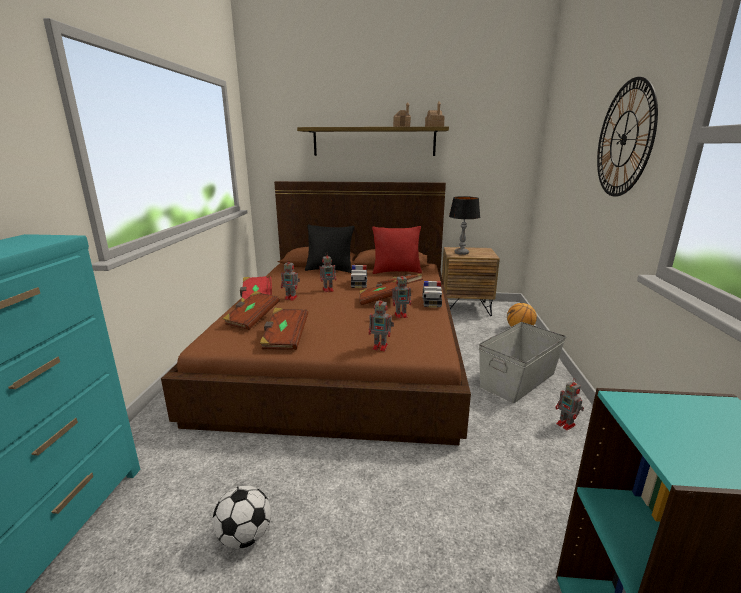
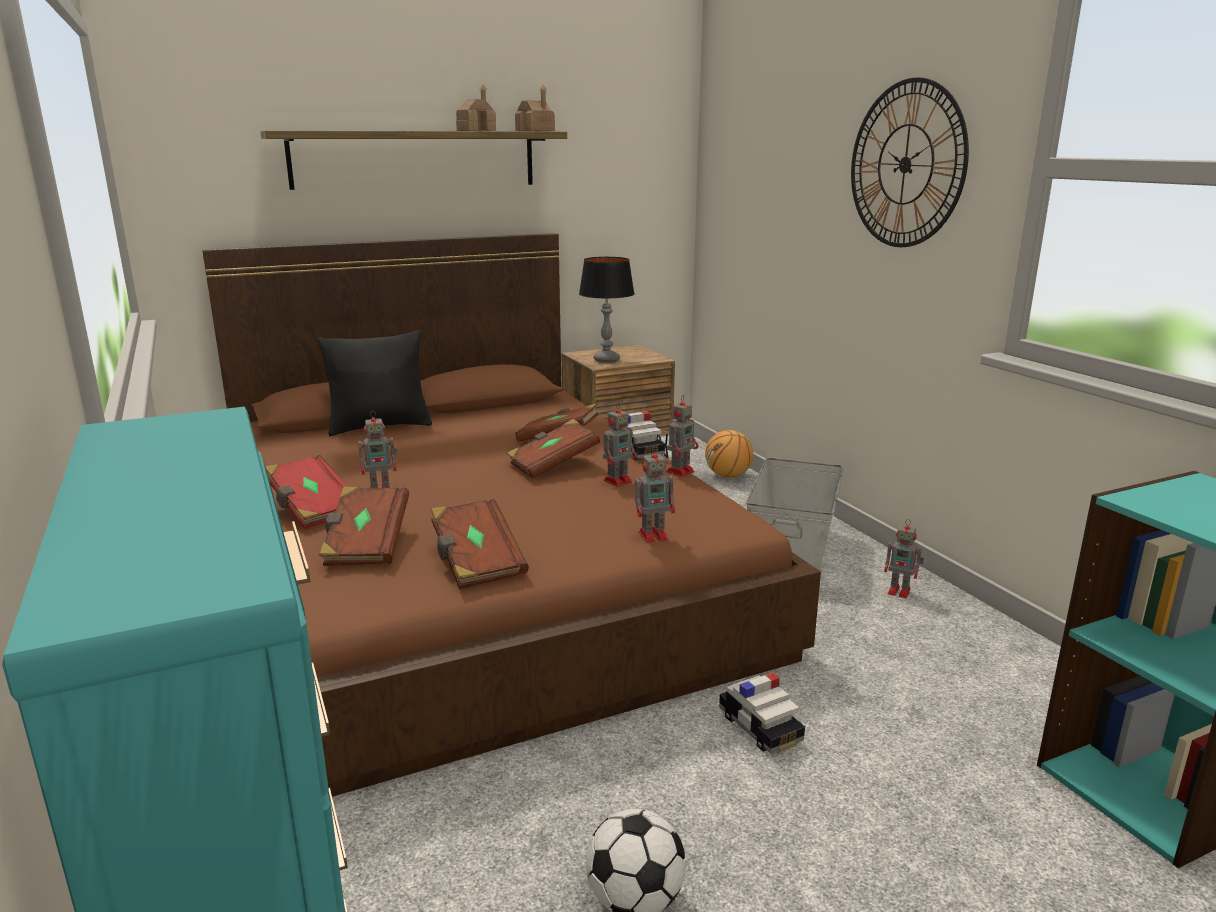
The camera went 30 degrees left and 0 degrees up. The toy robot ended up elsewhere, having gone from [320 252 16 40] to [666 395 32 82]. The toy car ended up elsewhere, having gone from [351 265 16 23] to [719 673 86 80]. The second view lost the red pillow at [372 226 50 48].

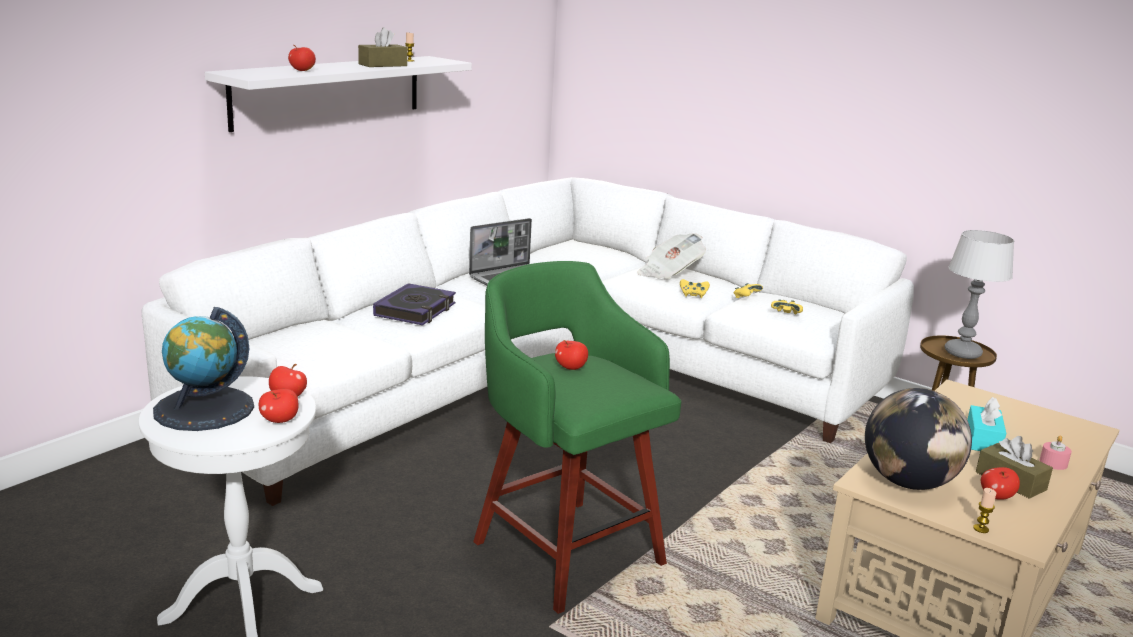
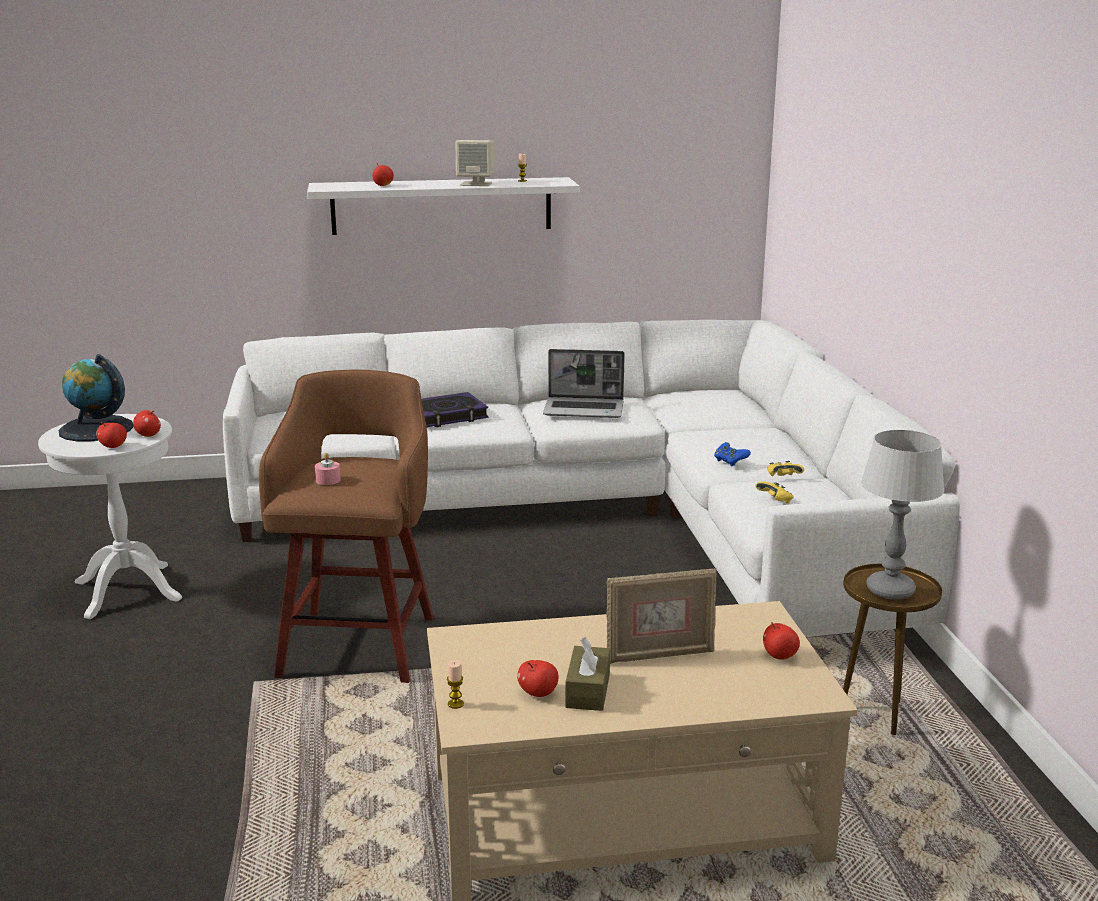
The camera went 45 degrees right and 0 degrees up. Where the brown tissue box stood at [358 27 49 40], the beige speaker came to stand at [456 140 39 46]. What was the green stool at [473 261 208 353] turned into the brown stool at [259 369 174 314]. The apple ended up elsewhere, having gone from [555 340 33 30] to [763 622 37 38]. The second view lost the newspaper at [637 233 69 46]. What was the yellow game controller at [680 279 30 19] turned into the blue game controller at [714 442 37 25]. The second view lost the globe at [865 388 107 102]. Where the turquoise tissue box stood at [967 397 39 54], the picture frame came to stand at [606 568 111 96]. The pink candle ended up elsewhere, having gone from [1039 435 33 35] to [315 453 26 32].

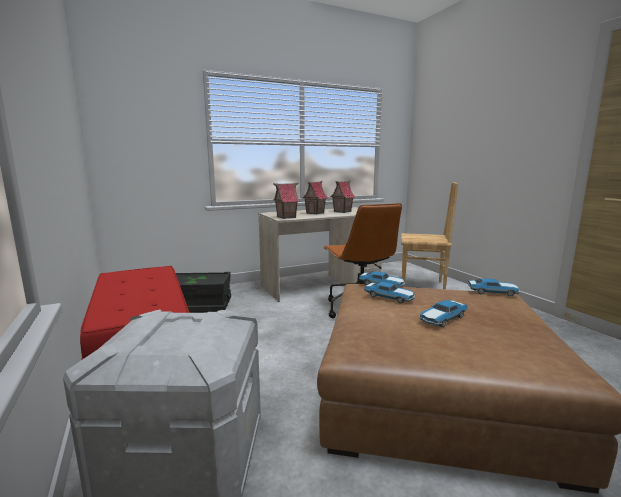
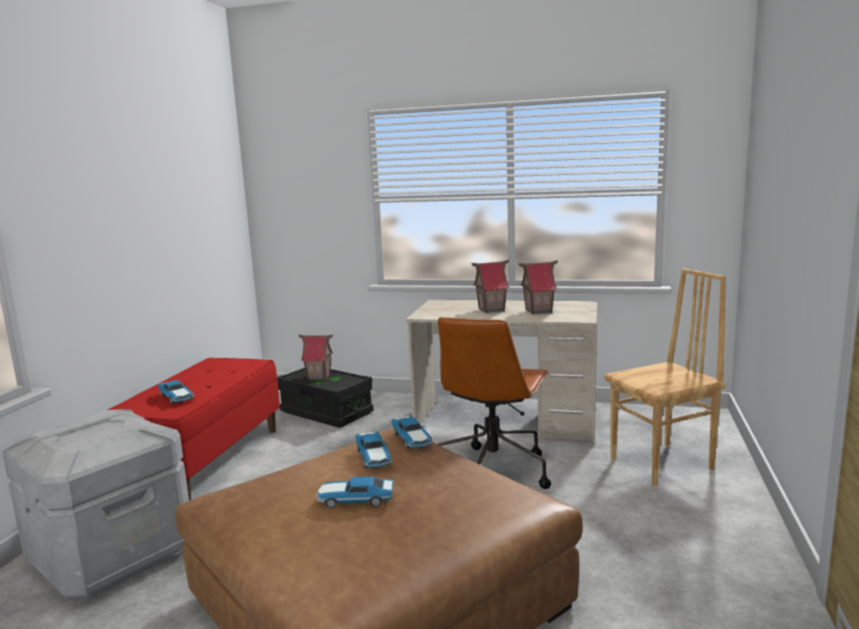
The camera went 40 degrees right and 0 degrees up. The toy house ended up elsewhere, having gone from [273 182 26 37] to [298 335 35 45]. The brown chair at [401 182 57 107] ended up facing another way, 75 degrees counterclockwise from before. The toy car ended up elsewhere, having gone from [467 278 53 18] to [158 380 36 24].

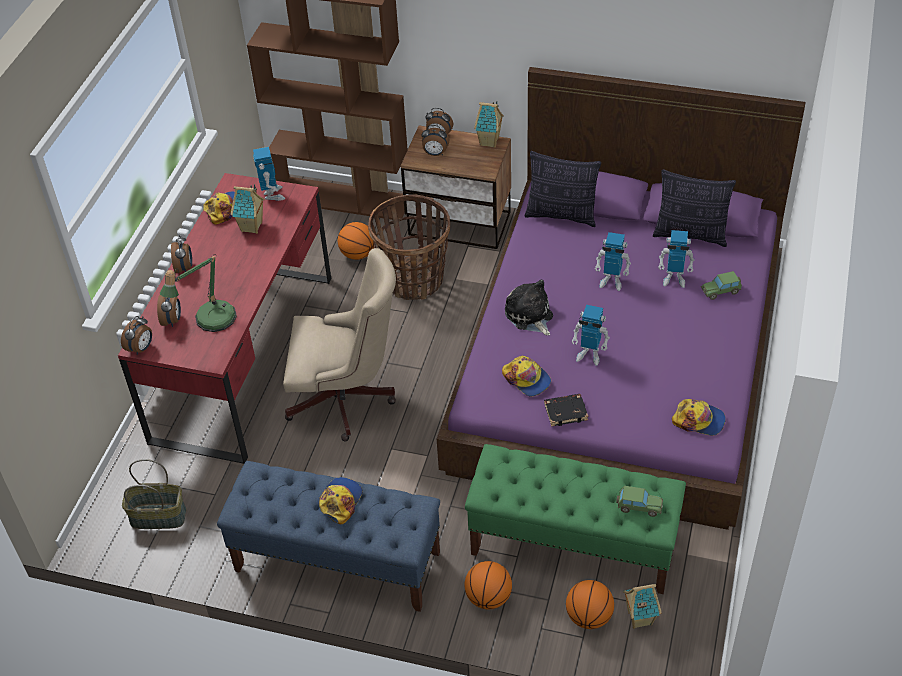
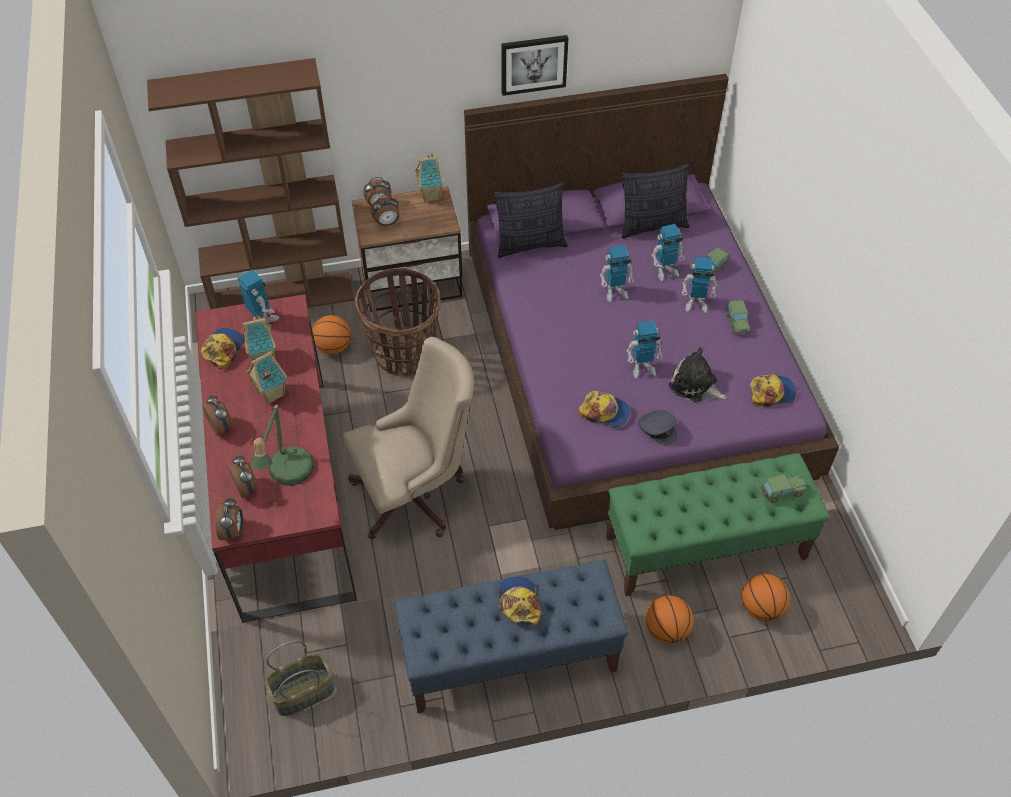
The camera went 30 degrees left and 5 degrees up. The plush toy ended up elsewhere, having gone from [505 280 48 55] to [669 347 58 56]. Where the black book stood at [544 394 44 33], the grey cap came to stand at [638 410 39 35]. The toy house ended up elsewhere, having gone from [623 584 39 45] to [245 351 43 53]. The second view gained the picture at [501 35 67 61]. The second view gained the toy robot at [682 257 35 56]. The second view gained the toy car at [726 300 24 34].

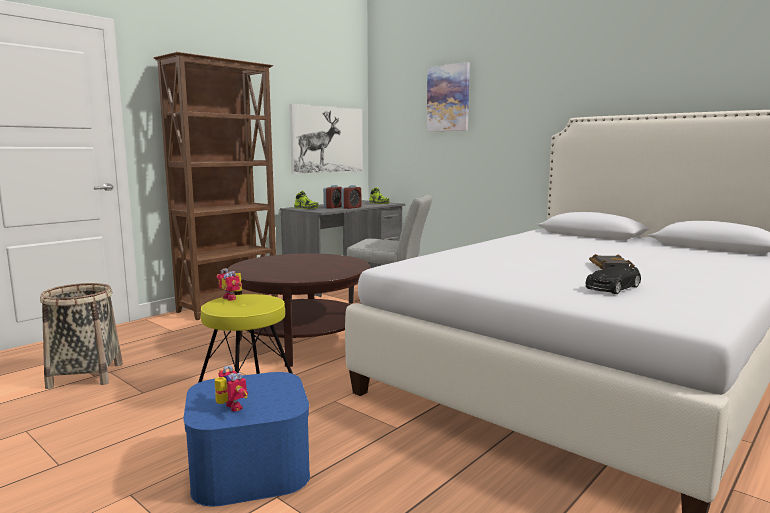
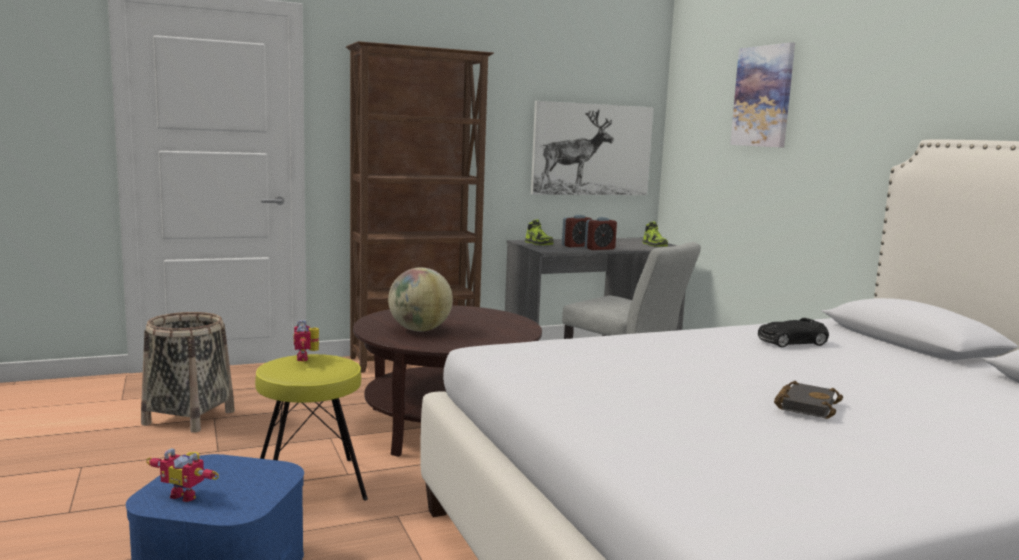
The camera went 25 degrees right and 0 degrees up. The toy robot at [215 365 33 47] ended up facing another way, 120 degrees clockwise from before. The black toy car ended up elsewhere, having gone from [586 264 55 30] to [758 318 71 29]. The second view gained the globe at [388 267 65 65].

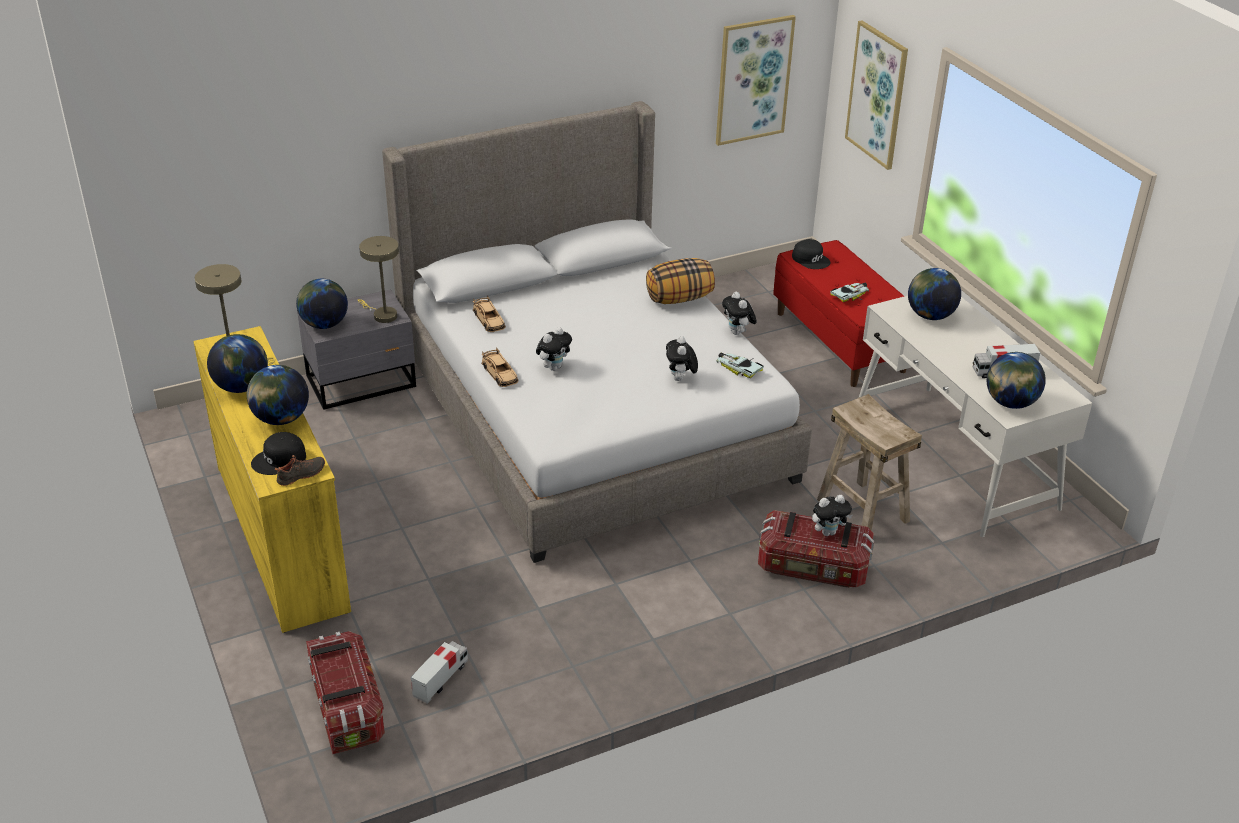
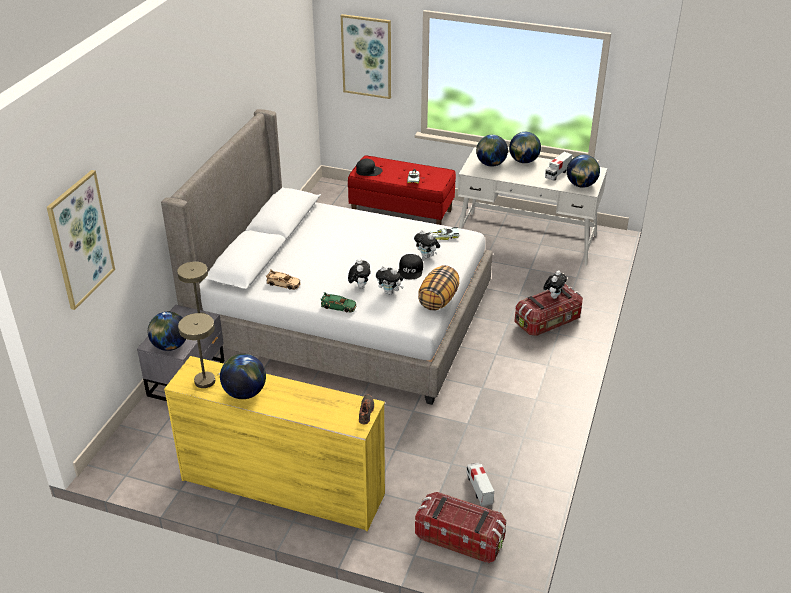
The camera went 45 degrees left and 0 degrees up. The globe ended up elsewhere, having gone from [247 365 62 60] to [509 132 32 31]. The black cap ended up elsewhere, having gone from [251 432 55 43] to [398 254 25 26]. What was the beige toy car at [481 347 38 40] turned into the green toy car at [320 292 36 21]. The pillow ended up elsewhere, having gone from [646 258 69 46] to [418 265 41 46]. The picture ended up elsewhere, having gone from [716 15 80 131] to [47 170 68 140]. The plush toy ended up elsewhere, having gone from [722 292 35 43] to [376 266 27 29]. The second view lost the beige stool at [817 394 105 137].

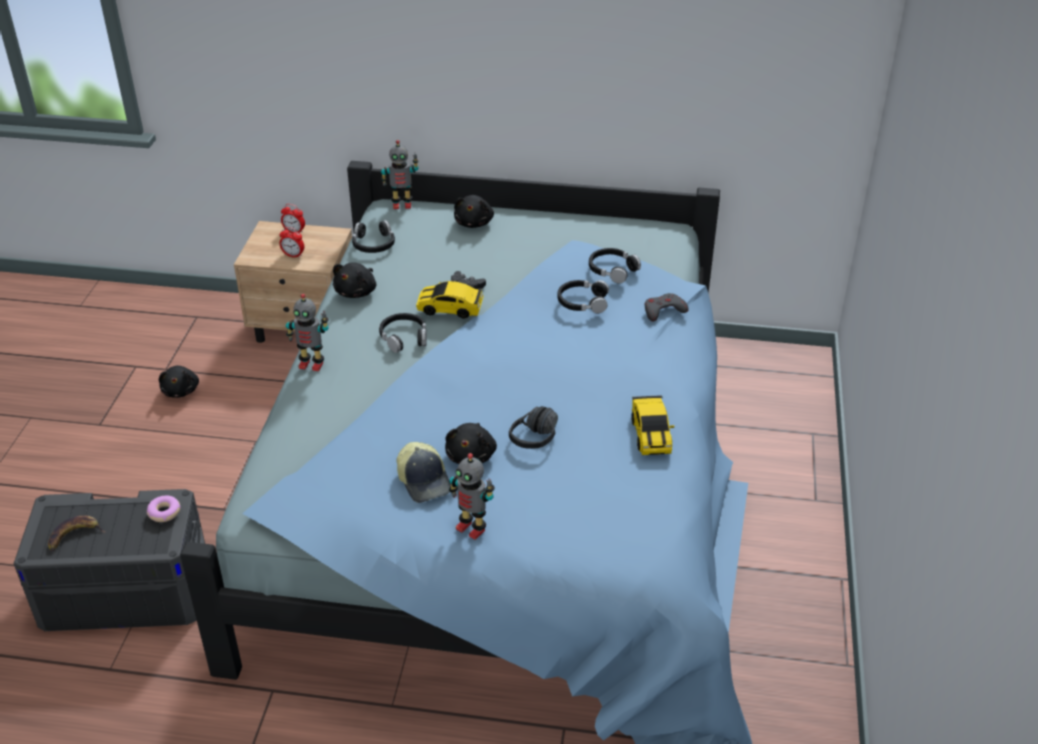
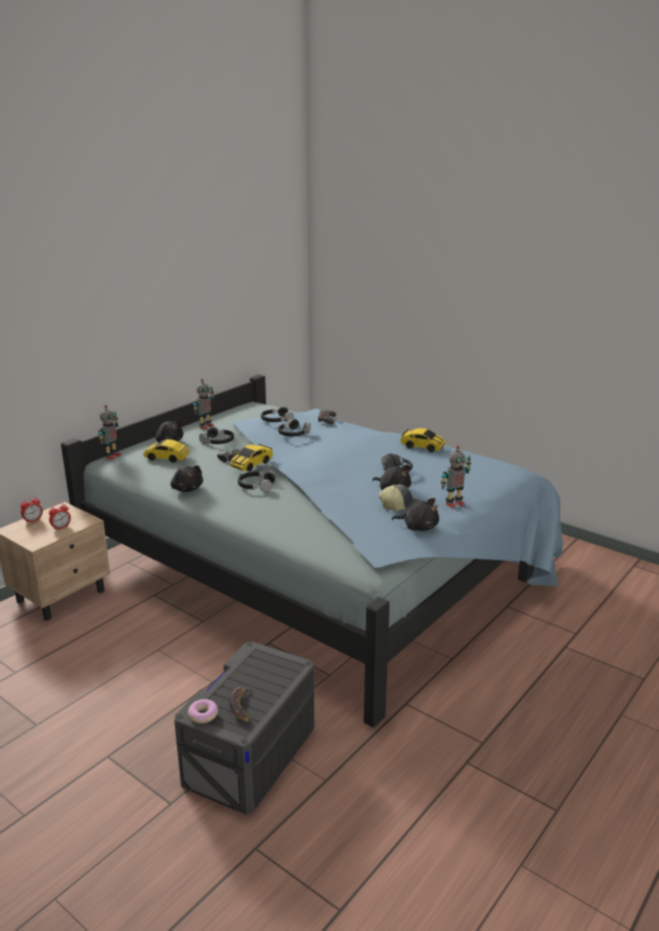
The camera went 60 degrees left and 15 degrees down. The donut ended up elsewhere, having gone from [147 496 34 26] to [188 699 30 25]. The black plush toy ended up elsewhere, having gone from [159 366 40 32] to [392 498 47 33]. The toy robot ended up elsewhere, having gone from [286 294 43 77] to [193 379 21 51]. The black headphones ended up elsewhere, having gone from [352 220 43 33] to [199 426 35 18]. The second view gained the toy car at [143 439 47 24].

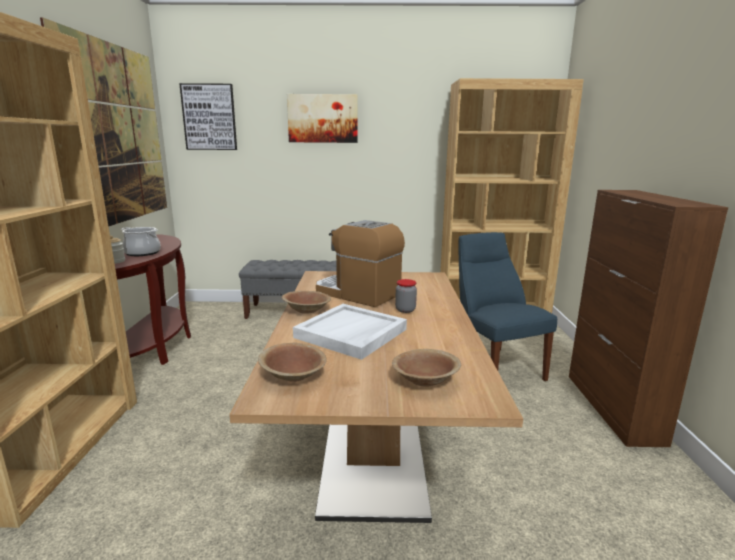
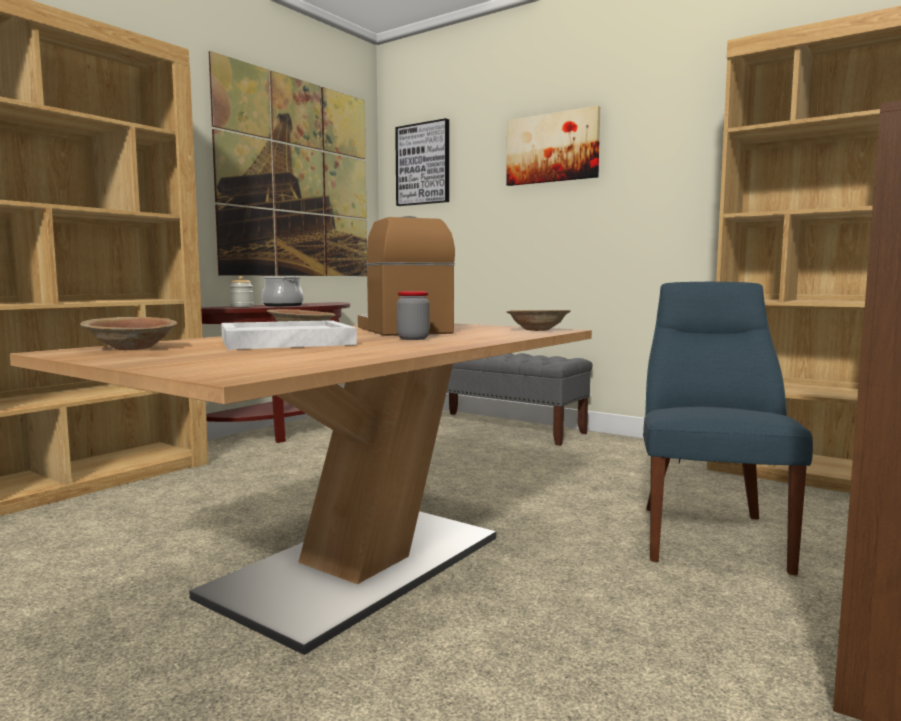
The camera went 35 degrees right and 10 degrees down. The brown bowl ended up elsewhere, having gone from [392 349 69 38] to [507 310 64 21].

